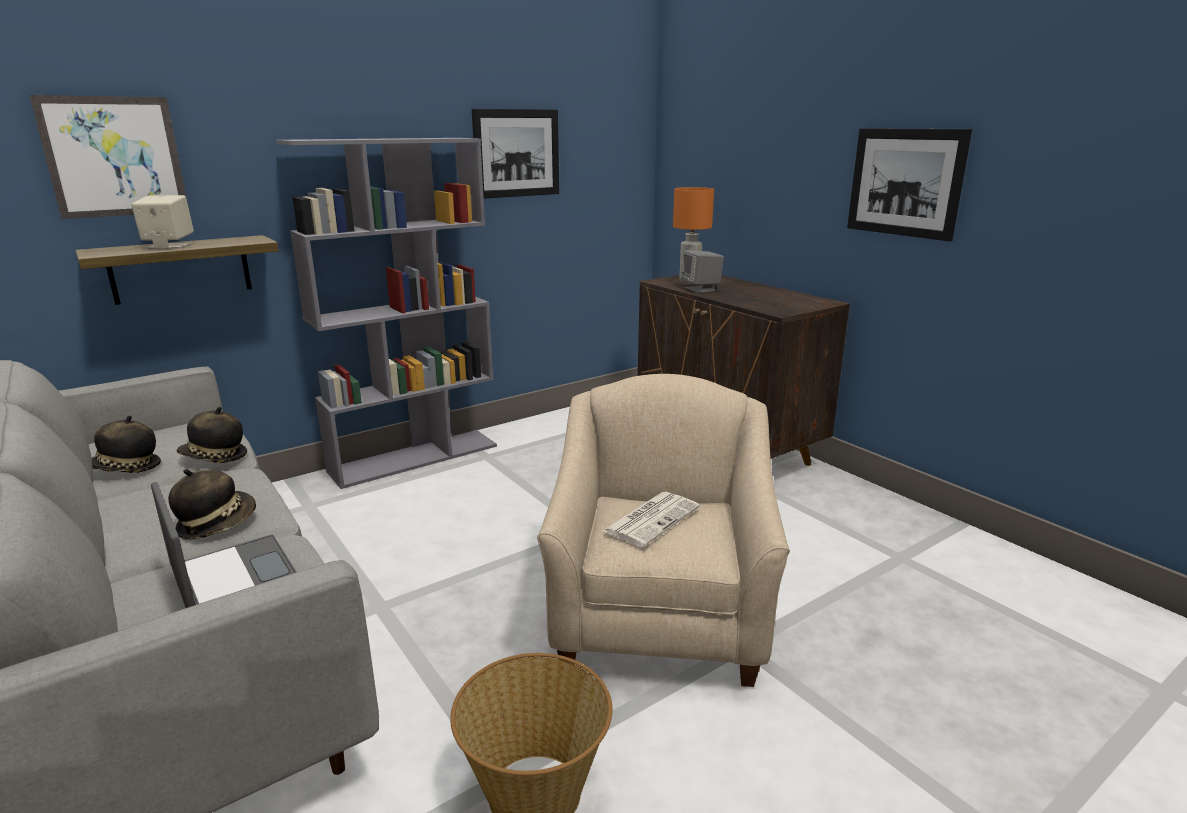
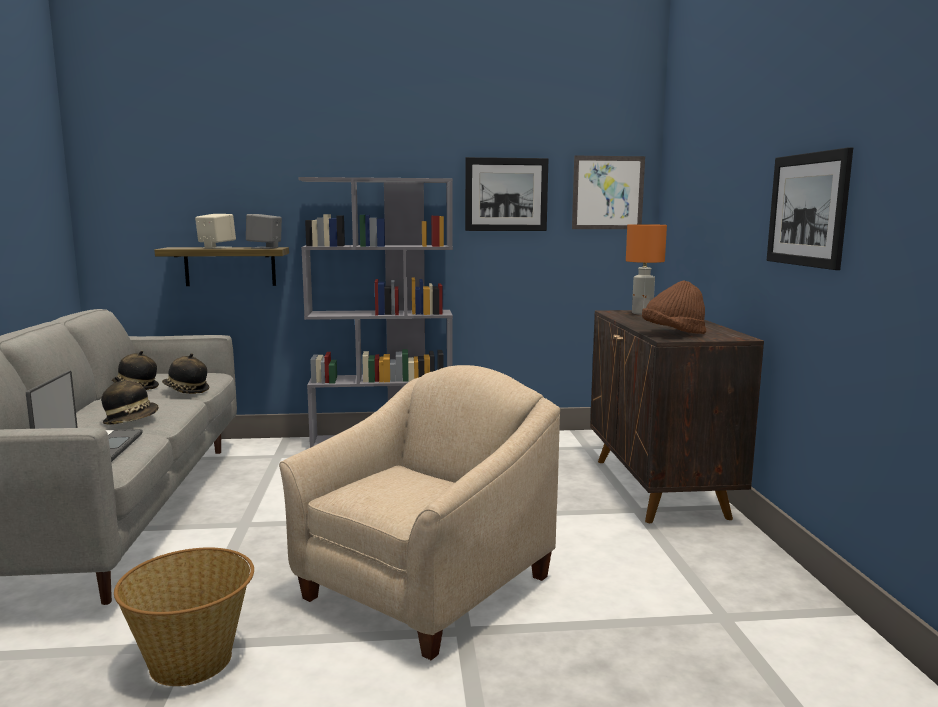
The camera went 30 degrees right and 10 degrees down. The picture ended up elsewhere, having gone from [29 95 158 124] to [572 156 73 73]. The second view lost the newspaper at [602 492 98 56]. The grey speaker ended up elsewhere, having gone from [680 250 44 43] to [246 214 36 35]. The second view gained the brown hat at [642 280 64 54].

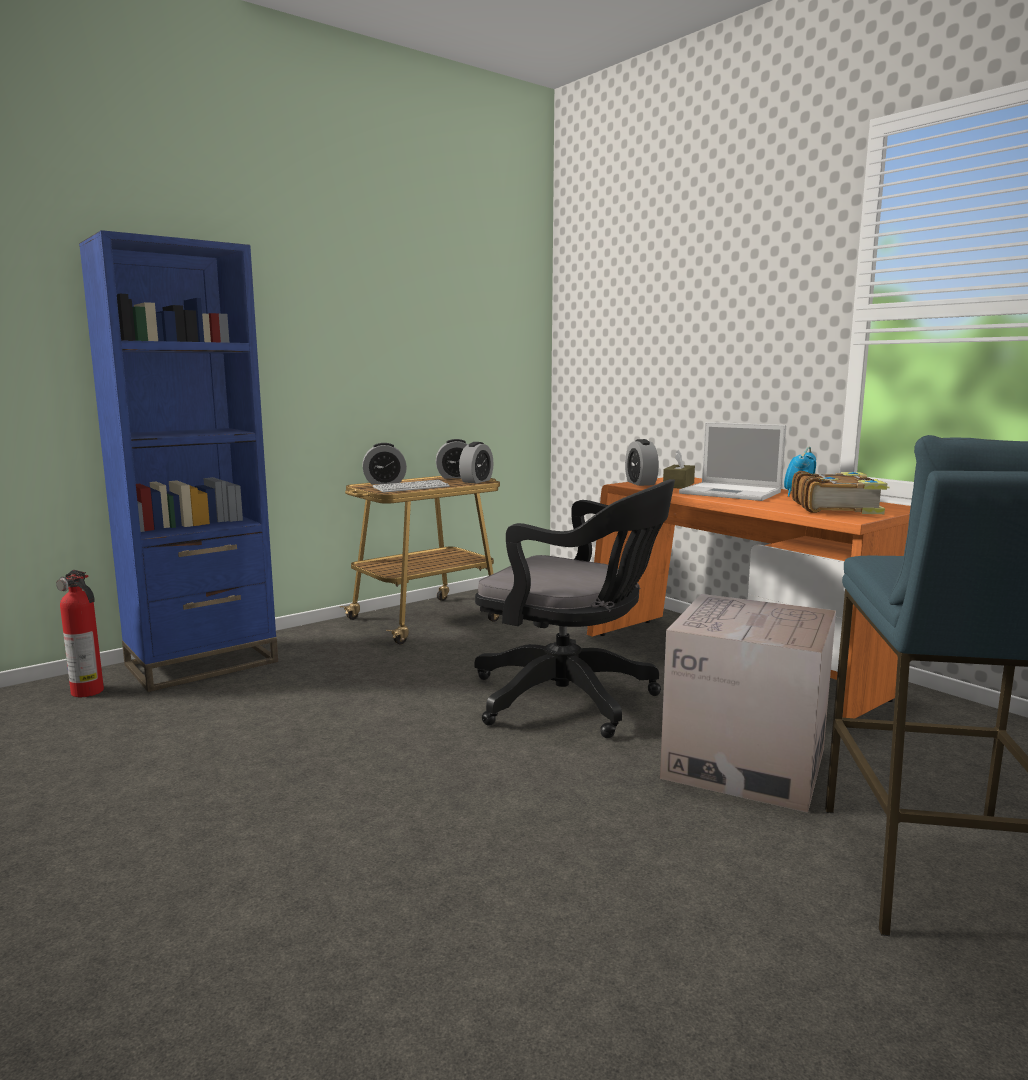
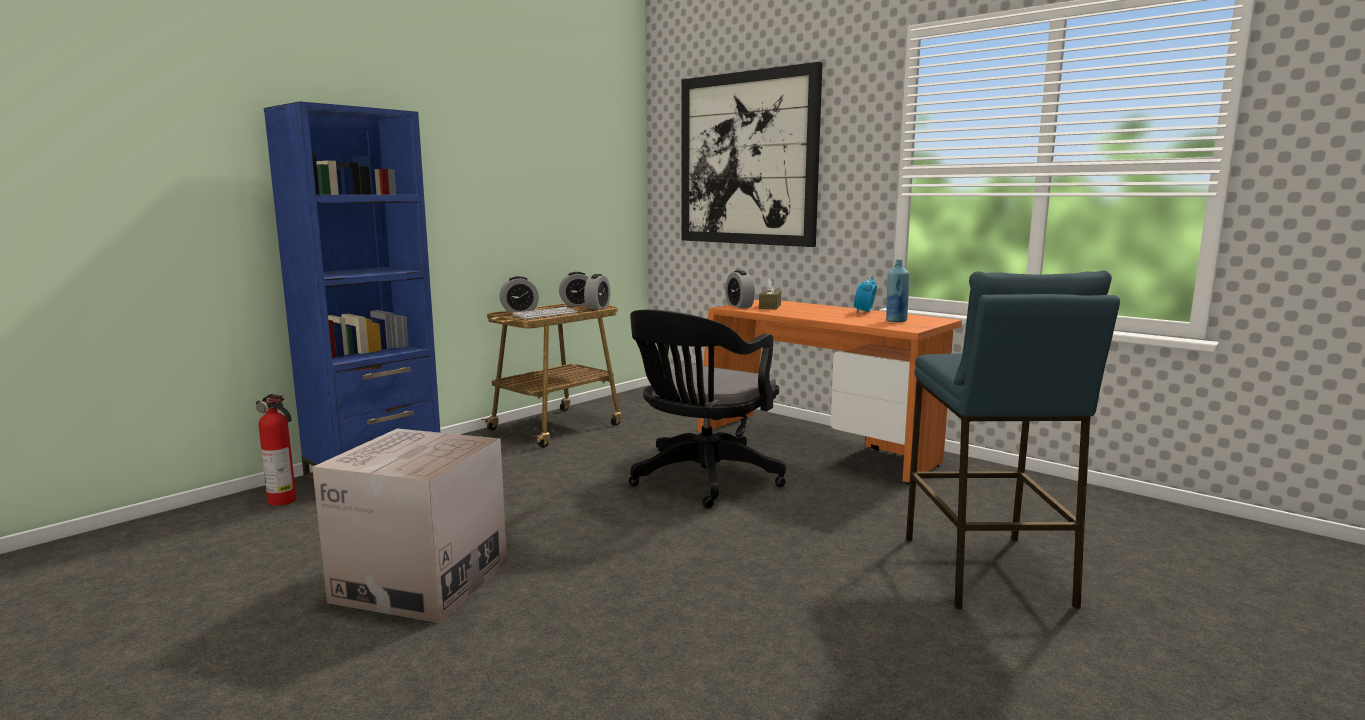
The camera went 10 degrees left and 0 degrees up. The black office chair at [475 479 200 259] ended up facing another way, 105 degrees clockwise from before. The cardboard box ended up elsewhere, having gone from [660 594 176 219] to [312 429 195 194]. The second view lost the laptop at [679 422 107 79]. Where the book stood at [791 471 99 43], the blue bottle came to stand at [886 259 23 63]. The second view gained the picture at [681 62 141 185].

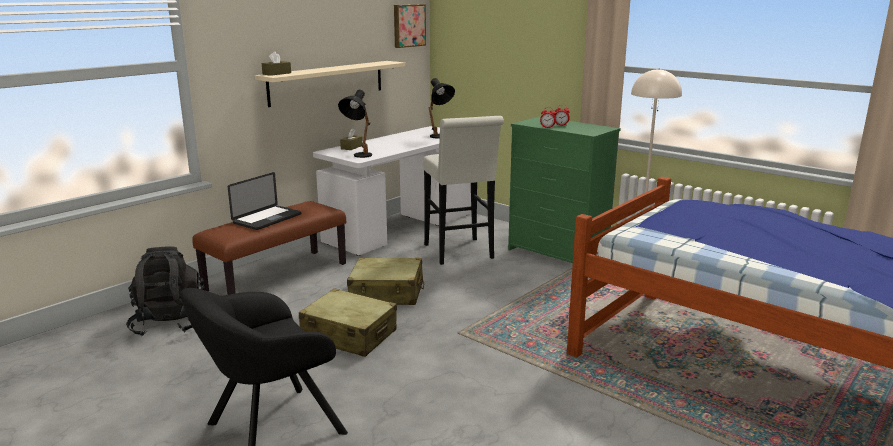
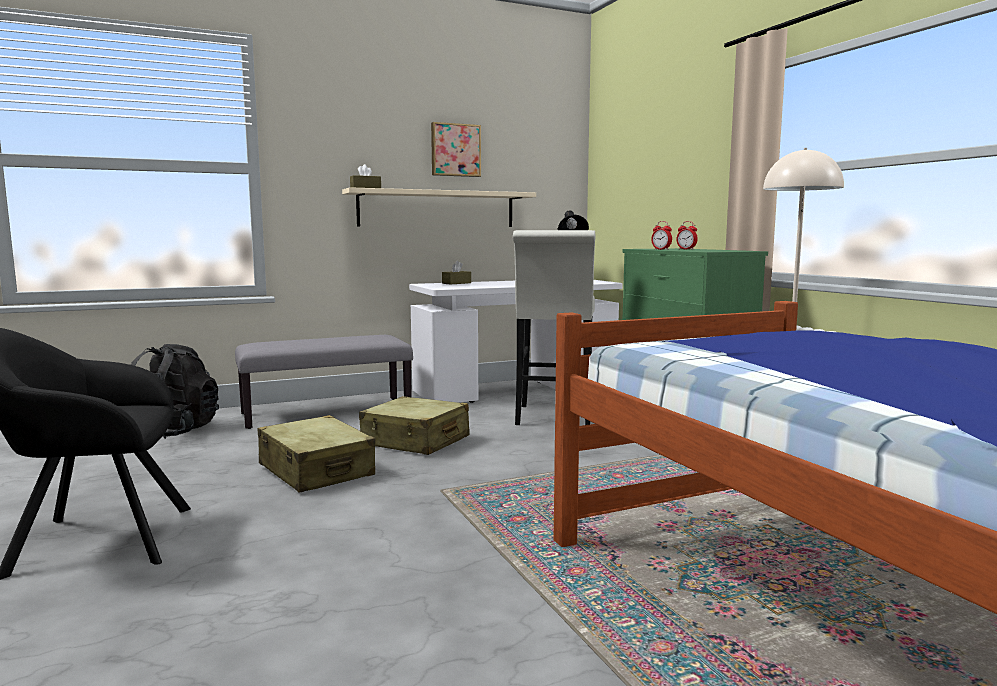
The camera went 25 degrees right and 10 degrees down. What was the brown bench at [192 201 154 94] turned into the grey bench at [235 335 178 94]. The second view lost the laptop at [228 172 73 58]. The second view lost the black table lamp at [338 90 34 68]. The picture ended up elsewhere, having gone from [394 4 32 44] to [431 122 50 55].

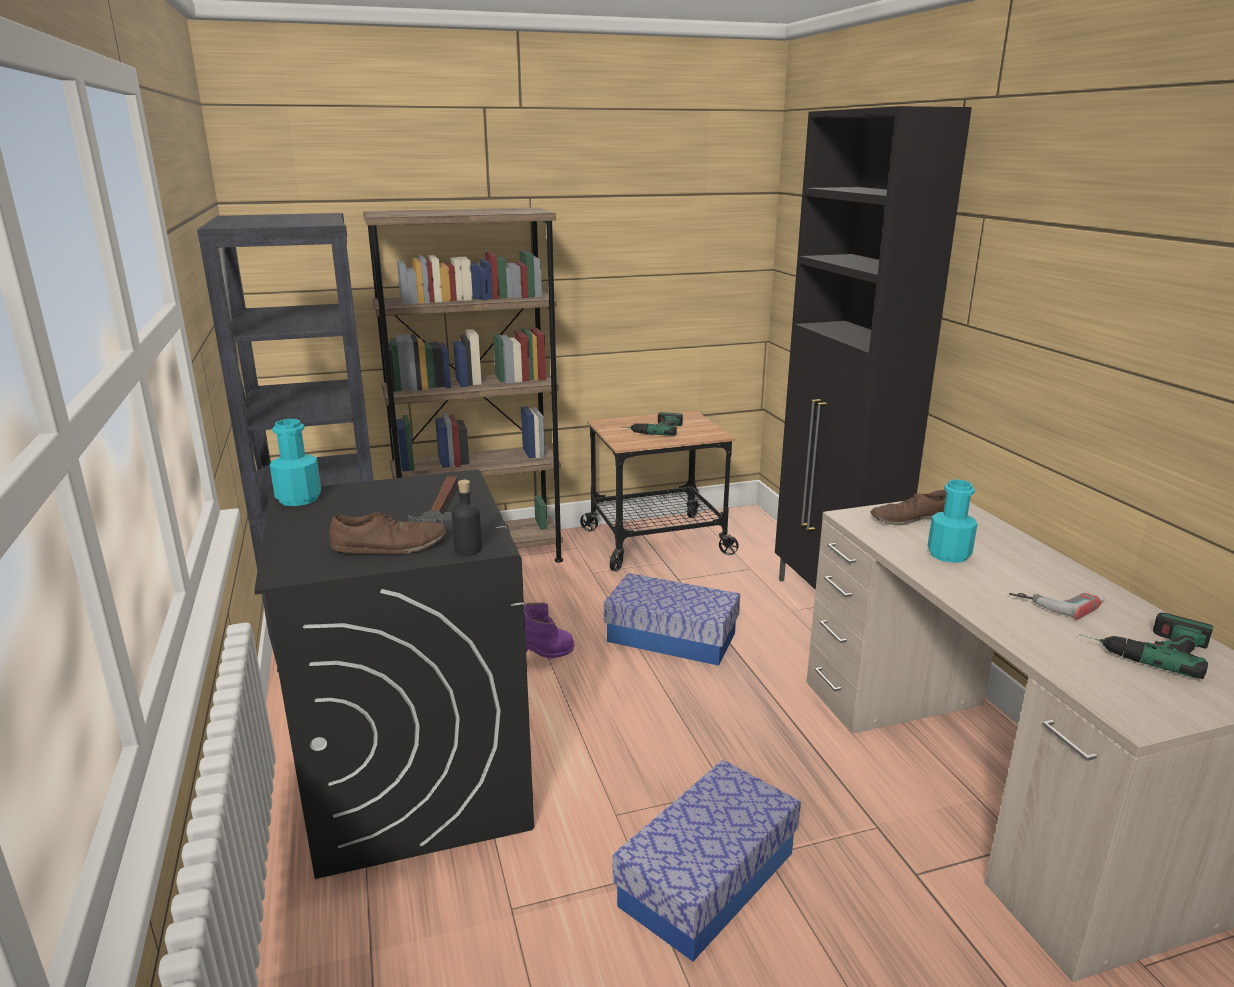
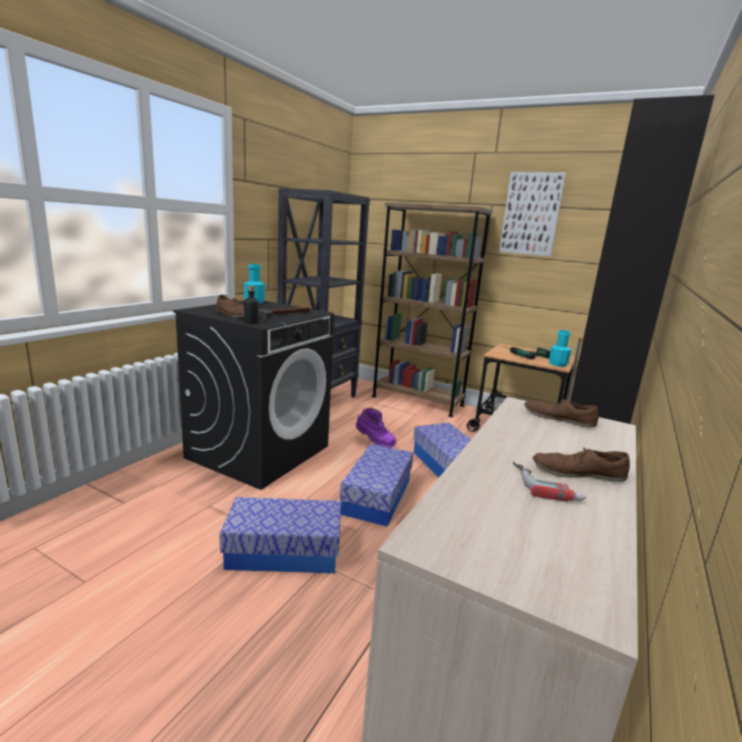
The camera went 45 degrees right and 5 degrees down. The turquoise bottle ended up elsewhere, having gone from [927 479 50 84] to [549 330 22 37]. The second view lost the power drill at [1079 613 134 66]. The second view gained the storage box at [340 444 74 83]. The second view gained the picture at [499 172 67 84]. The second view gained the brown shoe at [533 448 97 34].

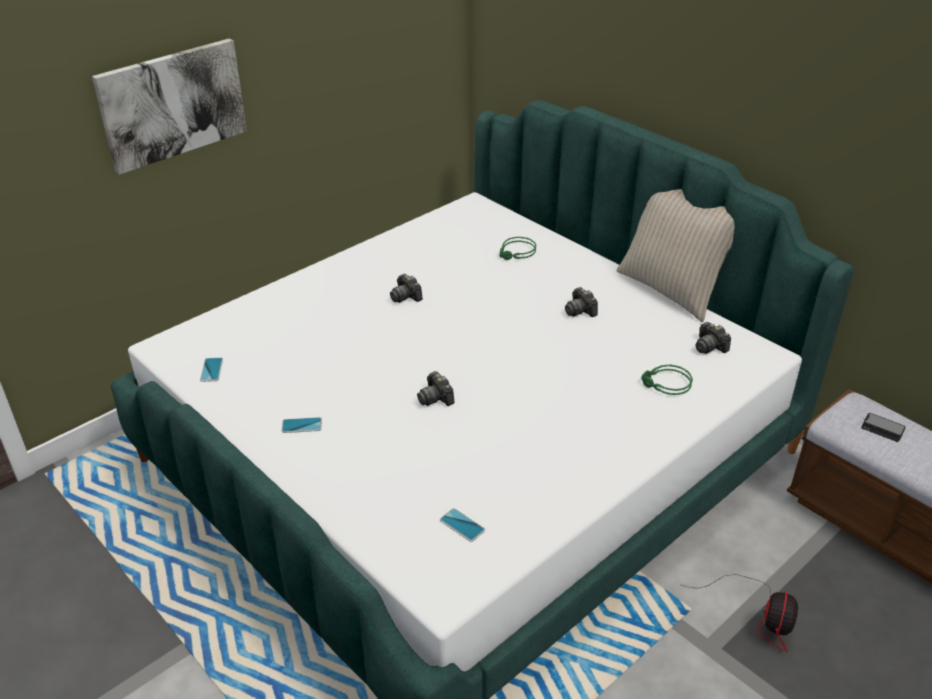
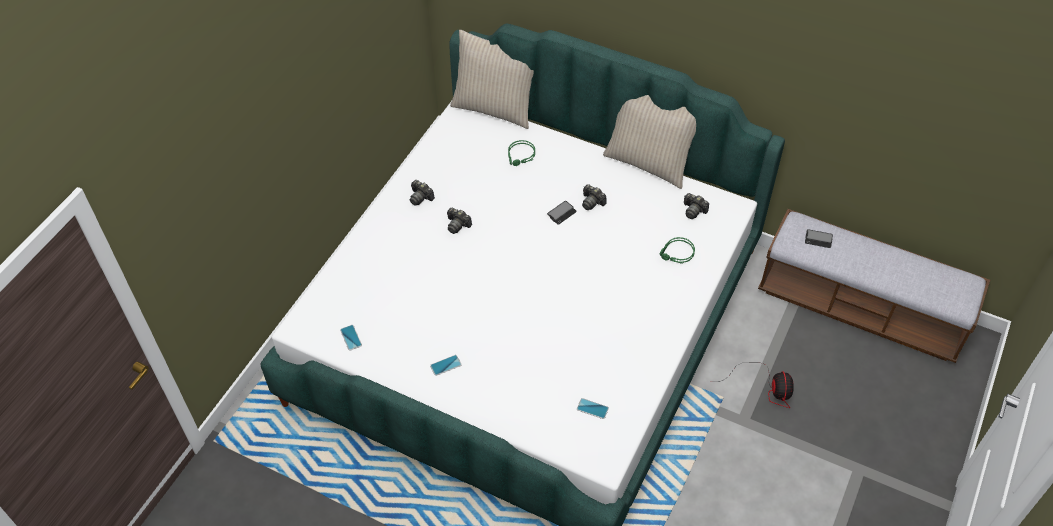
The camera went 20 degrees left and 15 degrees up. The second view lost the picture at [92 38 155 137]. The photo camera ended up elsewhere, having gone from [417 371 37 35] to [410 180 25 26]. The second view gained the beige pillow at [450 30 84 99]. The second view gained the phone at [547 201 30 24].

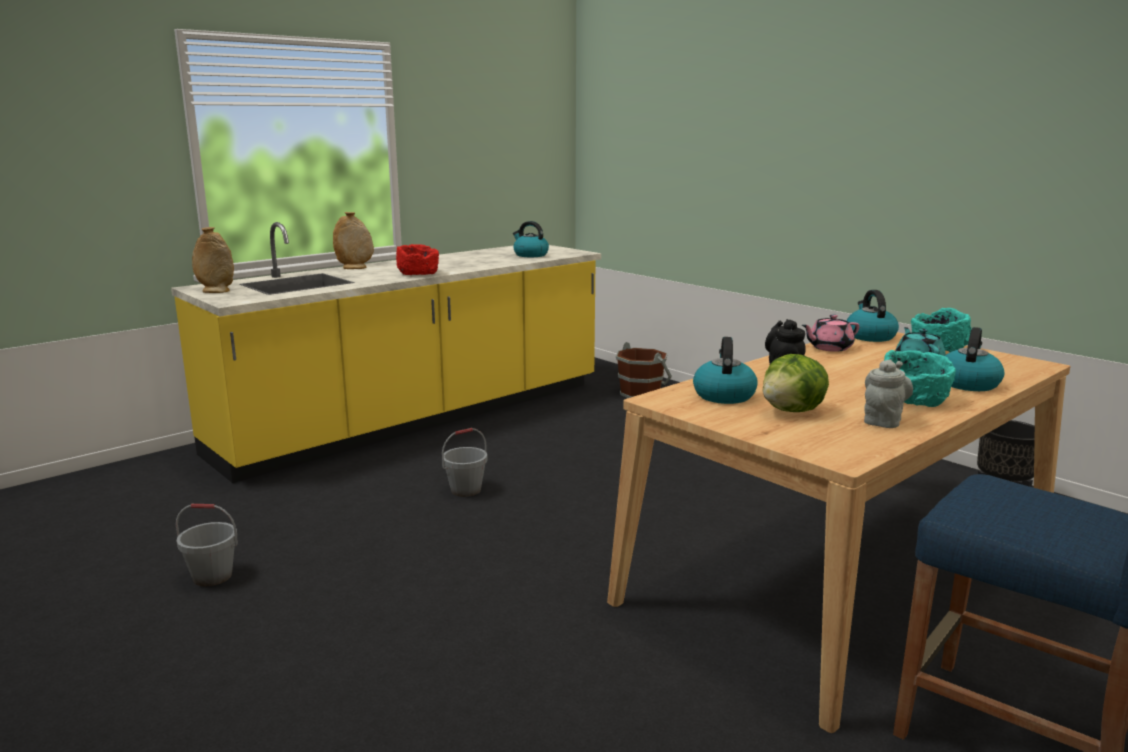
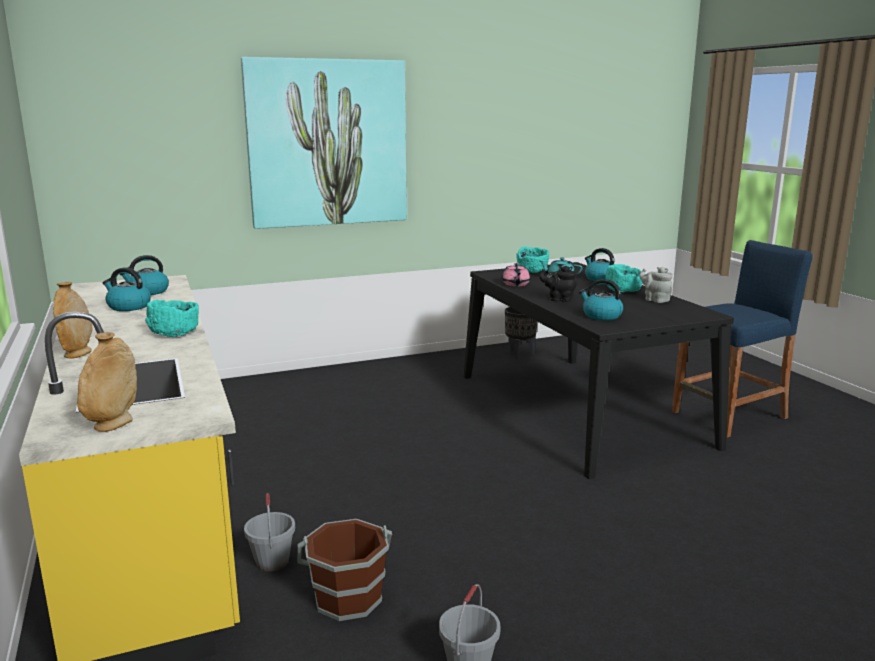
The camera went 70 degrees left and 0 degrees up. What was the red bowl at [396 244 43 31] turned into the turquoise bowl at [145 300 54 37]. The grey bucket ended up elsewhere, having gone from [442 428 46 69] to [244 493 51 79]. What was the beige dining table at [607 332 464 401] turned into the black dining table at [463 262 271 217]. The brown bucket ended up elsewhere, having gone from [616 342 56 56] to [297 519 95 102]. The second view lost the lettuce at [763 354 66 58]. The kettle ended up elsewhere, having gone from [847 290 52 52] to [103 267 48 44]. The second view gained the picture at [241 57 166 172].

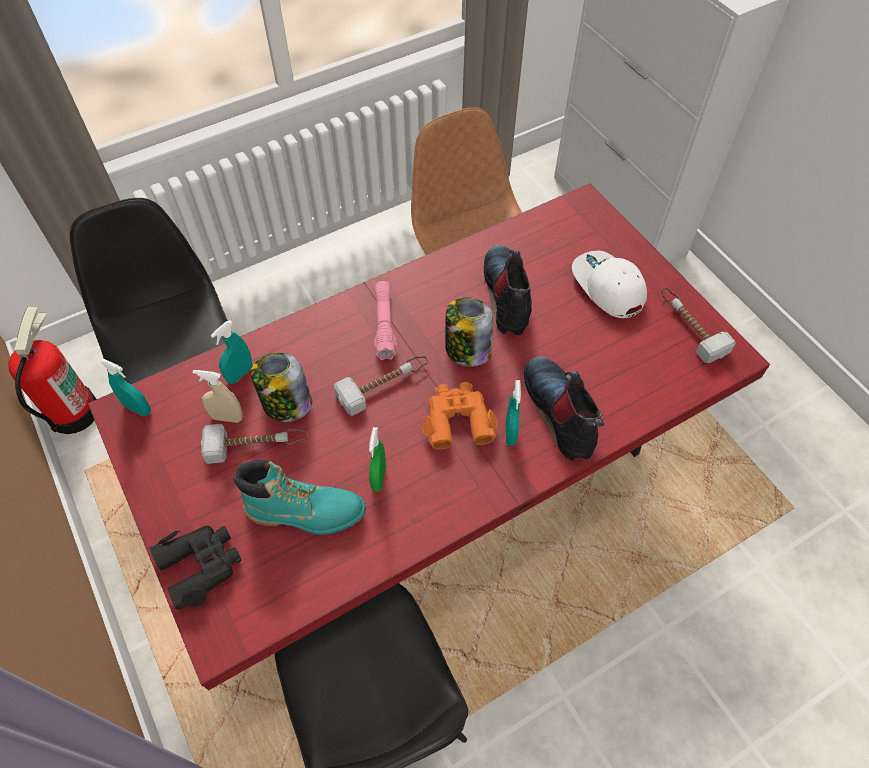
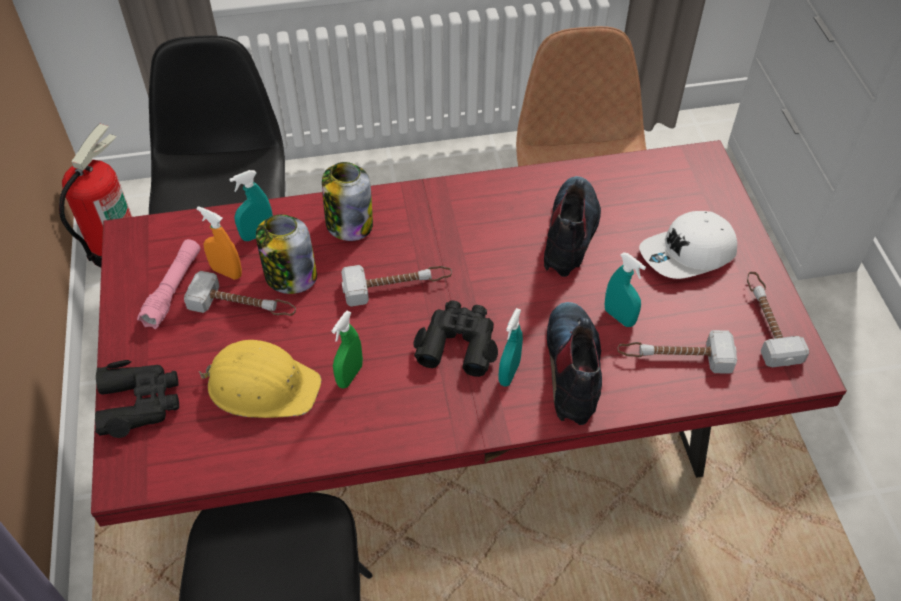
The camera went 20 degrees right and 5 degrees down. The turquoise spray bottle ended up elsewhere, having gone from [100 359 51 57] to [605 252 41 75]. What was the beige spray bottle at [193 370 50 53] turned into the orange spray bottle at [197 206 45 74]. Where the turquoise boot stood at [234 460 132 75], the yellow hard hat came to stand at [199 340 122 78]. The pink flashlight ended up elsewhere, having gone from [374 281 23 79] to [137 239 64 90]. What was the orange binoculars at [422 382 76 68] turned into the black binoculars at [413 300 85 77]. The jar ended up elsewhere, having gone from [445 297 48 70] to [322 162 51 79]. The white cap at [572 251 75 67] ended up facing another way, 105 degrees counterclockwise from before. The second view gained the hammer at [617 330 120 44].

